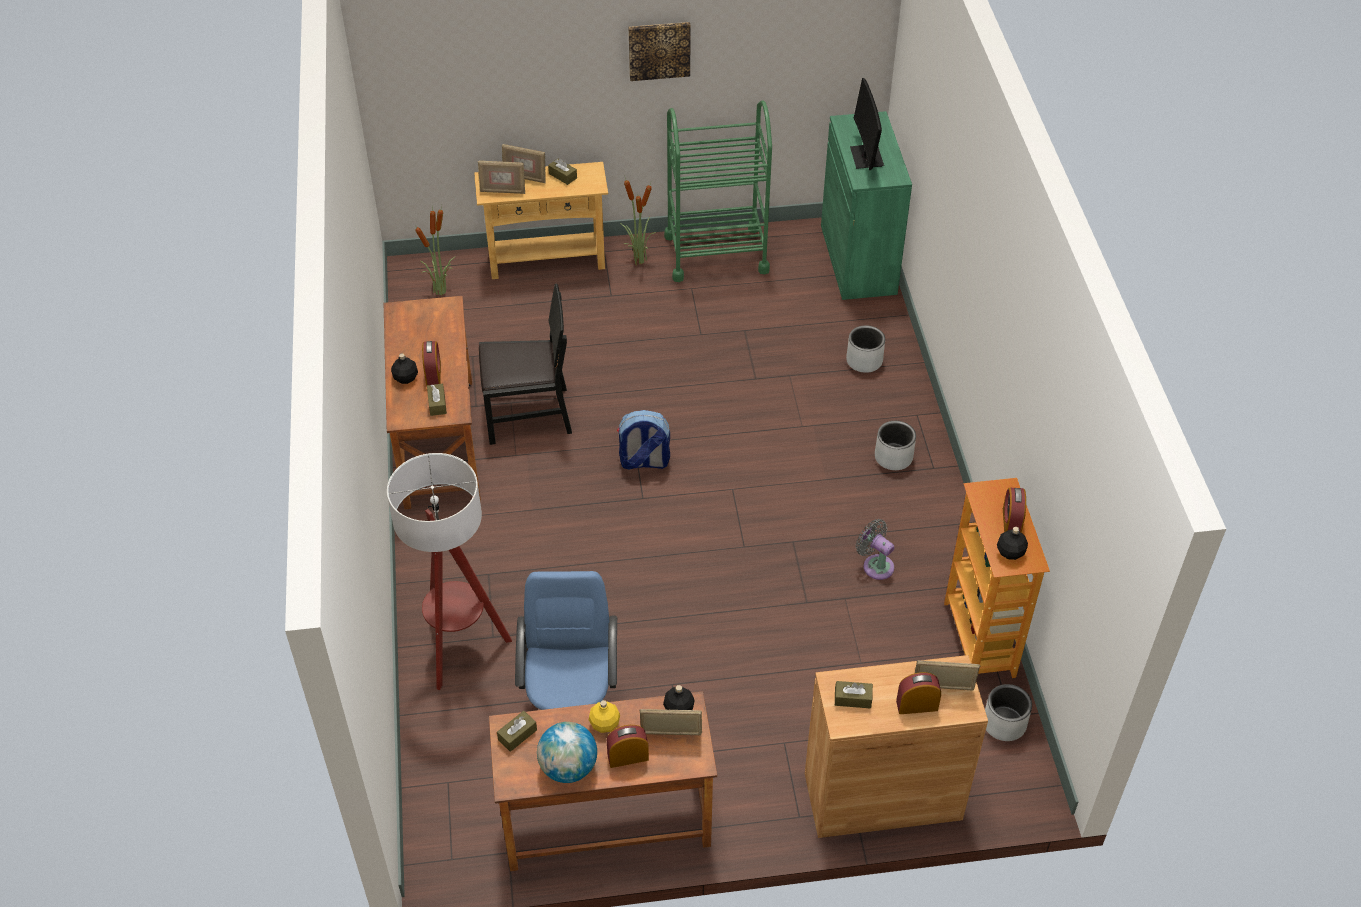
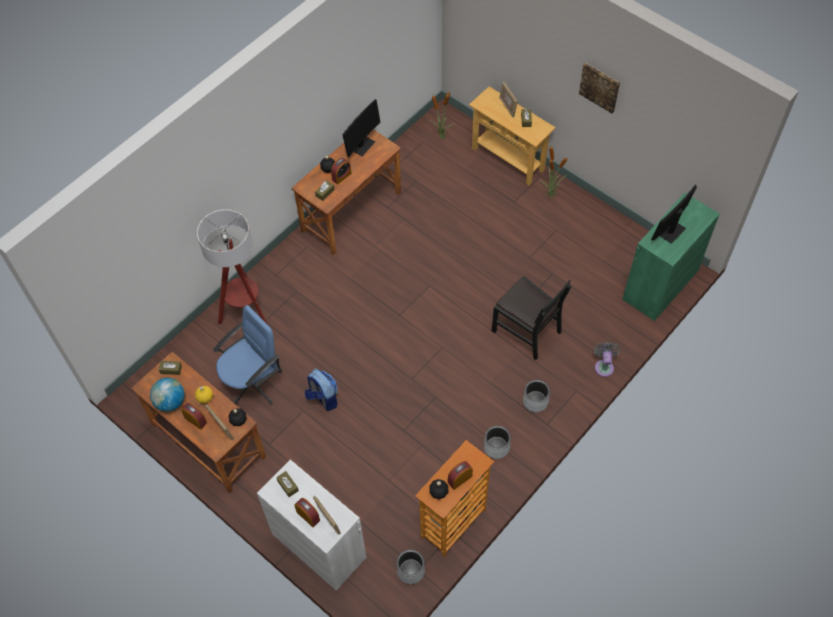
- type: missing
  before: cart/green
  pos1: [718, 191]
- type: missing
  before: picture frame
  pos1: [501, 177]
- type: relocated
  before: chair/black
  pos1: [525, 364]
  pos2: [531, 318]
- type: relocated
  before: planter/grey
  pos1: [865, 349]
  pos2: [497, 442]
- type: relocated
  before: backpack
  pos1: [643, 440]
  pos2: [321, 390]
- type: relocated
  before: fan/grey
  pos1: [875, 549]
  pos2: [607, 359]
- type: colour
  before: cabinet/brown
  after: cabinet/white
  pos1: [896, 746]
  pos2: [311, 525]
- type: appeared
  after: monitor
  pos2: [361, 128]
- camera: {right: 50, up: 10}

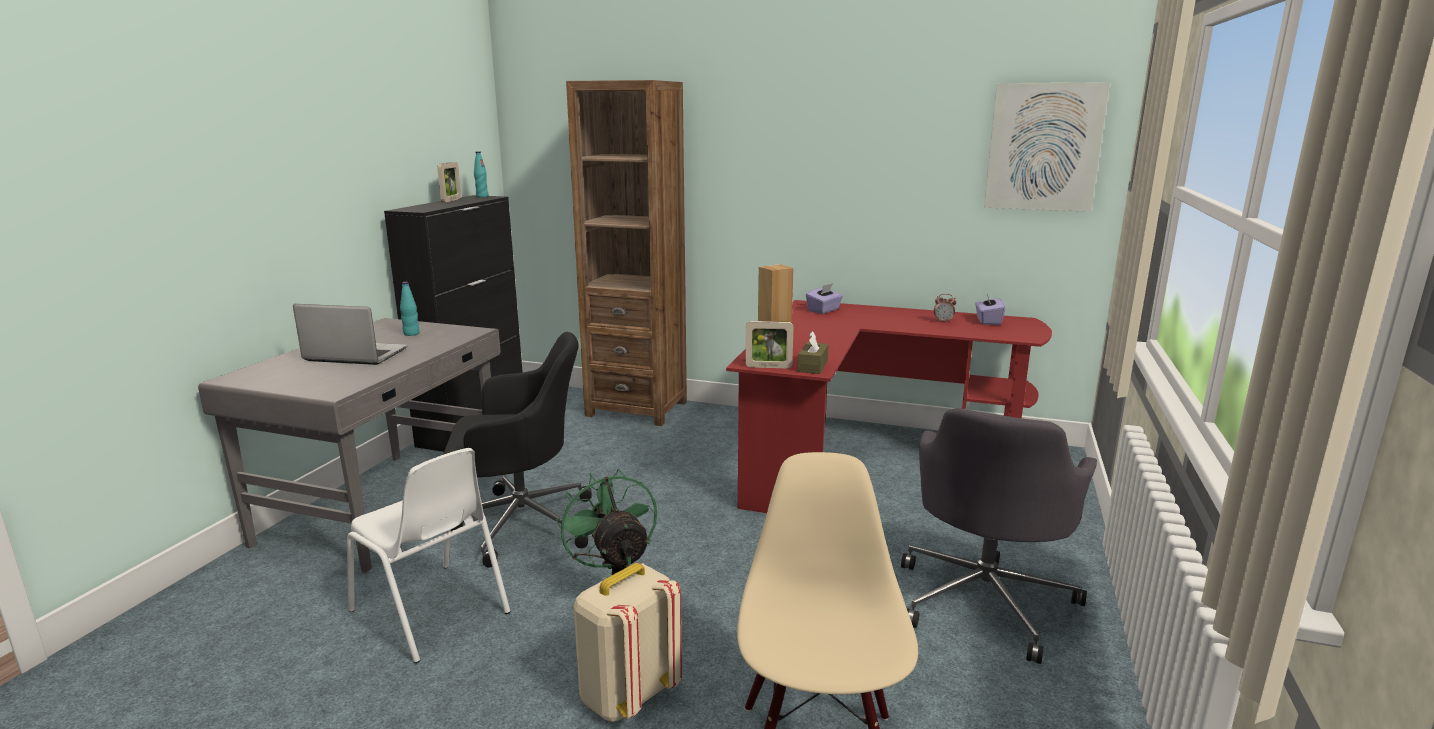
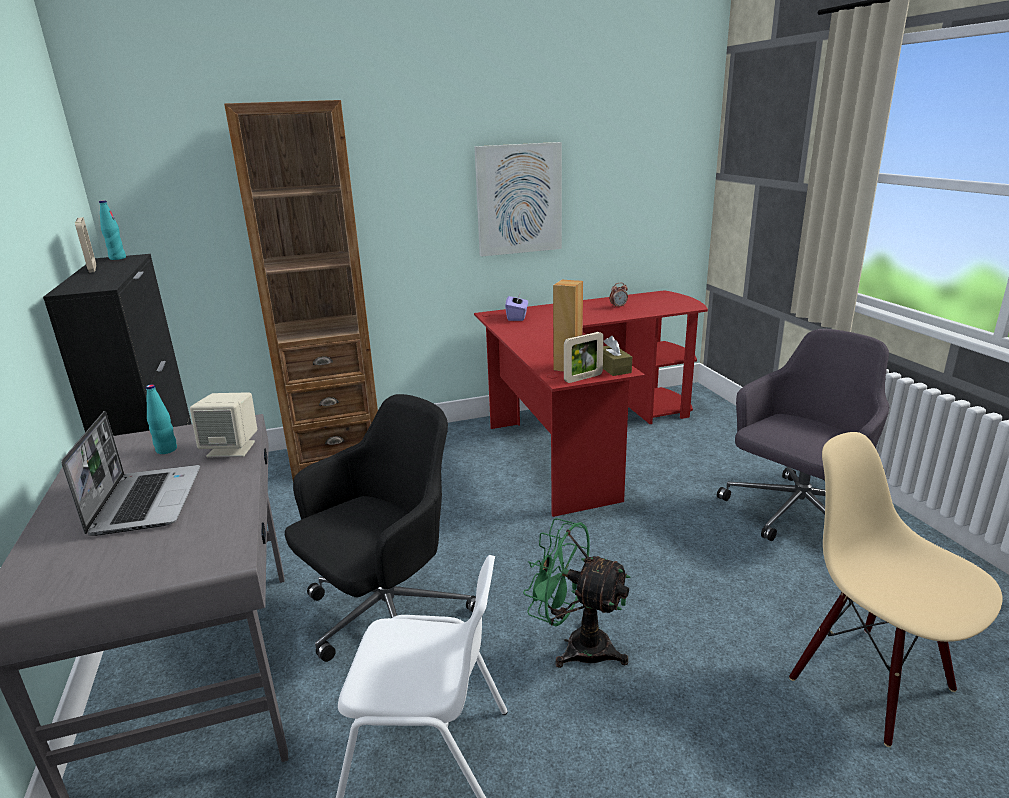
- type: relocated
  before: picture
  pos1: [1047, 147]
  pos2: [518, 199]
- type: missing
  before: tissue box/purple
  pos1: [990, 309]
- type: spun
  before: laptop
  pos1: [350, 334]
  pos2: [130, 473]
  turn: 105
- type: spun
  before: office chair/grey
  pos1: [999, 536]
  pos2: [803, 435]
  turn: -120
- type: missing
  before: backpack/beige
  pos1: [628, 642]
- type: appeared
  after: speaker/beige
  pos2: [223, 424]
- camera: {right: -35, up: 5}

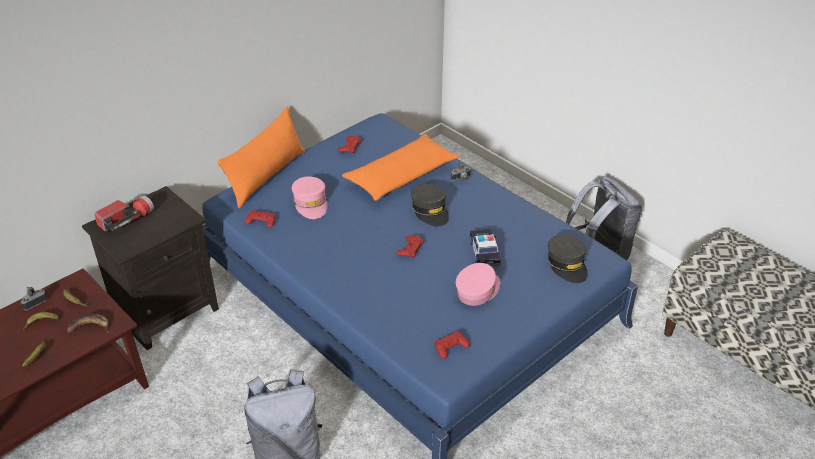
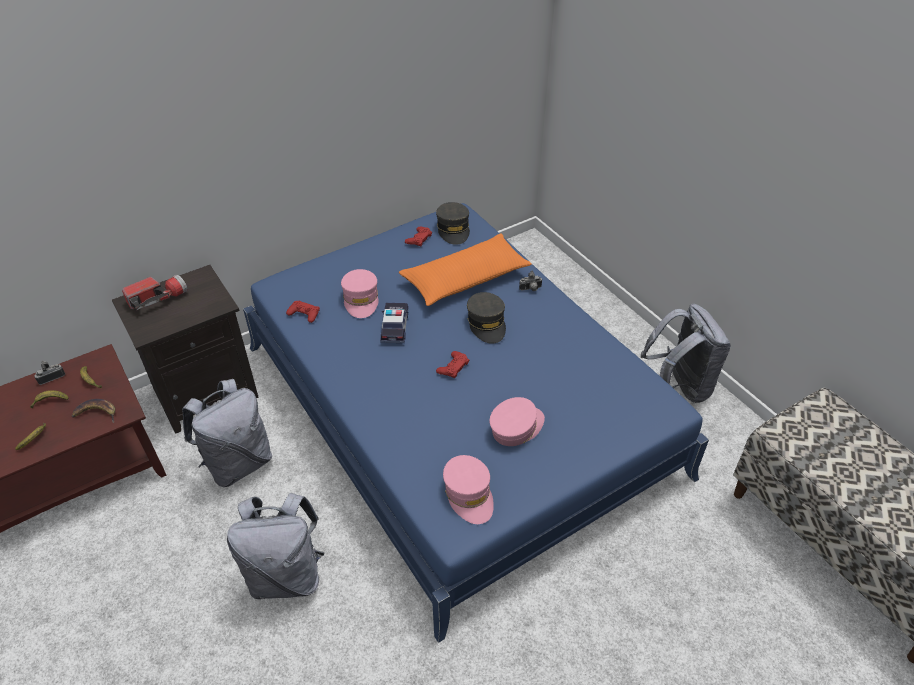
- type: missing
  before: pillow/orange
  pos1: [261, 157]
- type: relocated
  before: toy car
  pos1: [485, 247]
  pos2: [394, 323]
- type: relocated
  before: cap/grey
  pos1: [568, 259]
  pos2: [453, 223]
- type: exchanged
  before: game controller/red
  after: cap/pink
  pos1: [452, 345]
  pos2: [468, 489]
- type: appeared
  after: backpack/grey
  pos2: [227, 433]
- camera: {right: 10, up: 5}

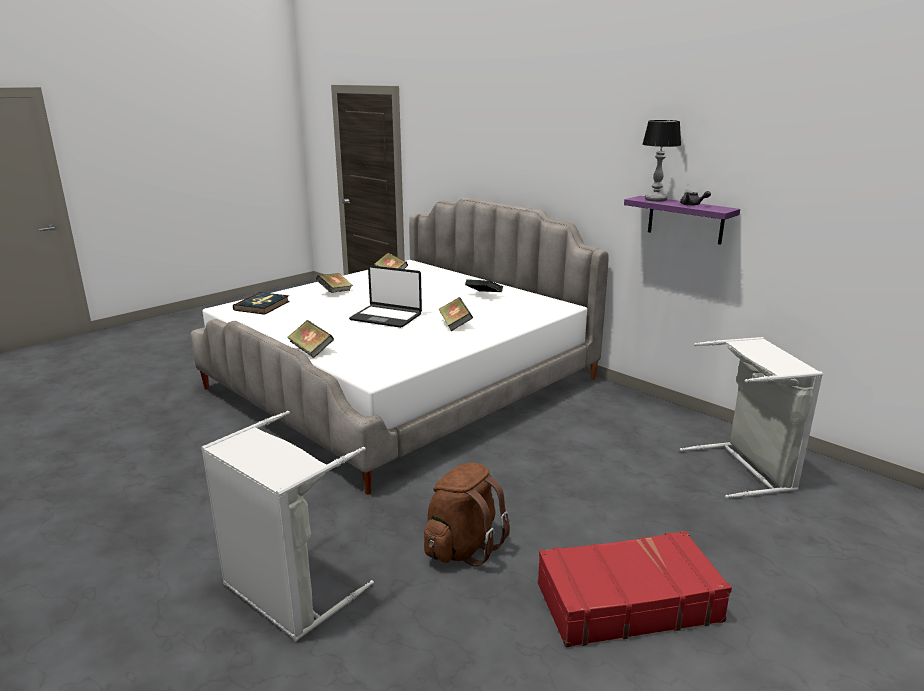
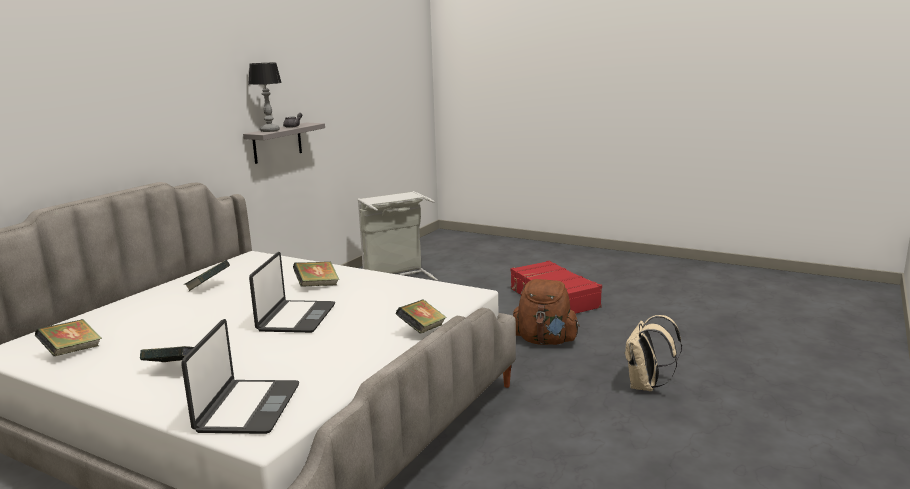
- type: colour
  before: shelf/purple
  after: shelf/grey
  pos1: [682, 220]
  pos2: [284, 143]
- type: exchanged
  before: book
  after: laptop
  pos1: [261, 303]
  pos2: [240, 376]
- type: exchanged
  before: laundry basket/grey
  after: backpack/beige
  pos1: [287, 526]
  pos2: [653, 353]
- camera: {right: -105, up: -5}

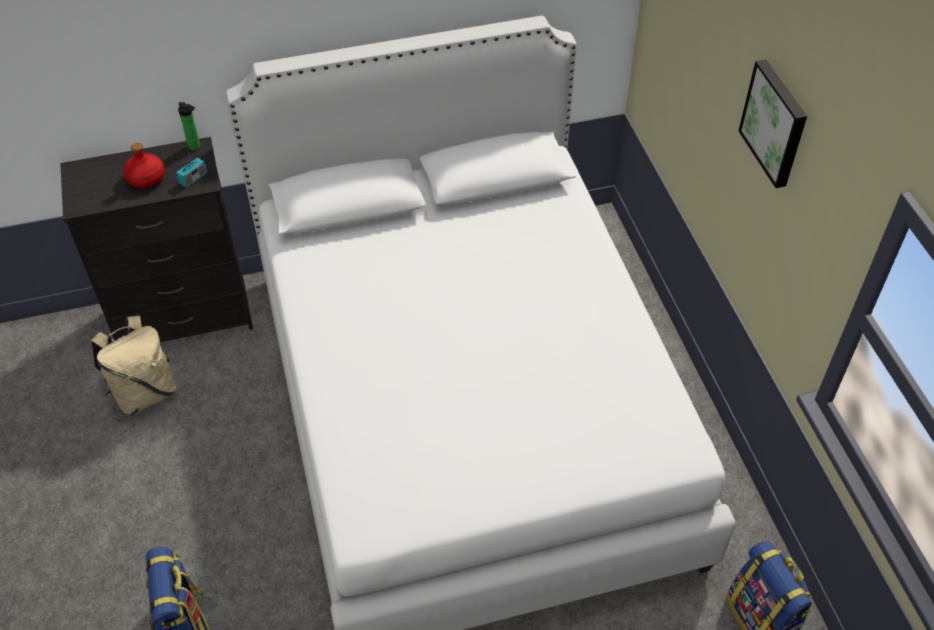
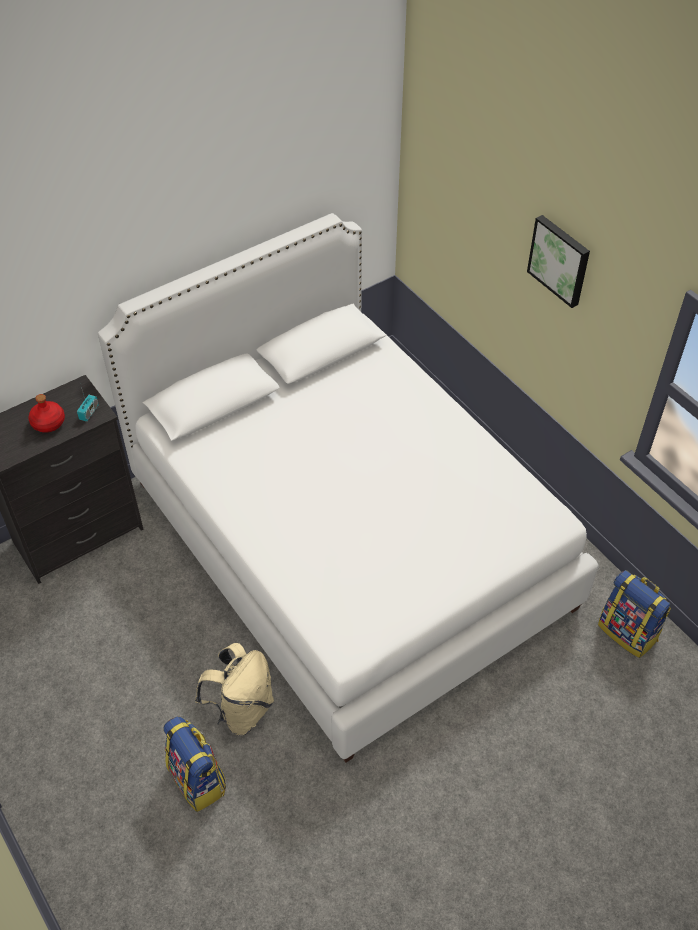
- type: missing
  before: bottle
  pos1: [189, 126]
- type: relocated
  before: backpack/beige
  pos1: [133, 365]
  pos2: [234, 689]
- camera: {right: -20, up: 0}

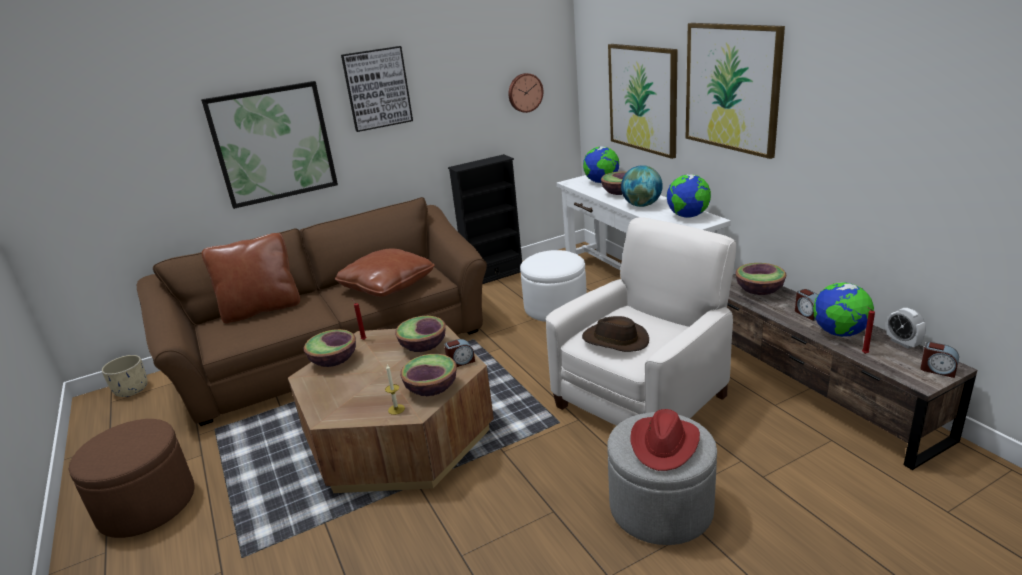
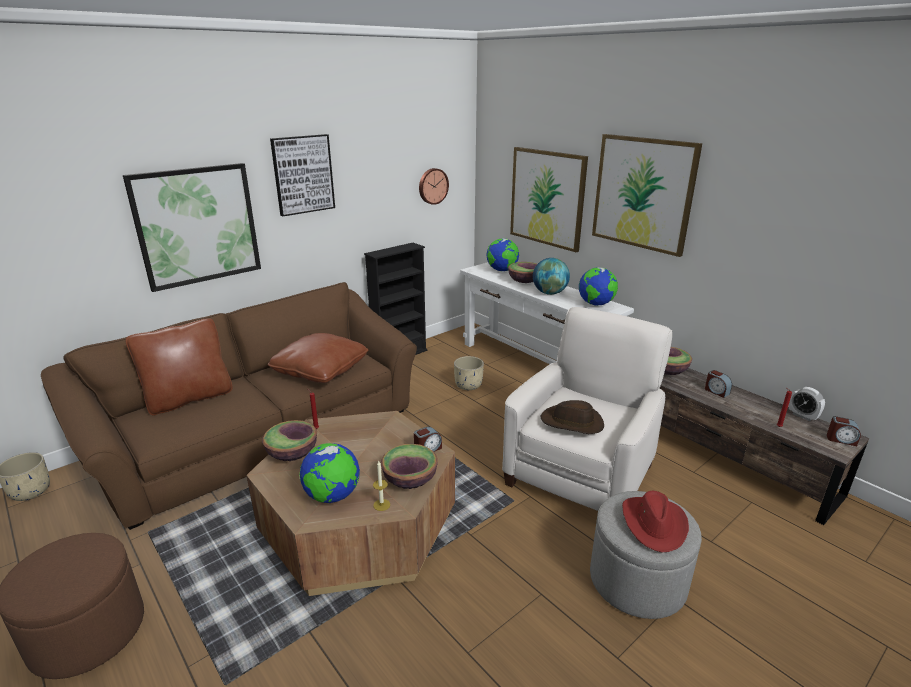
- type: exchanged
  before: ottoman/white
  after: planter/beige
  pos1: [553, 286]
  pos2: [469, 373]
- type: relocated
  before: globe
  pos1: [843, 309]
  pos2: [330, 473]
- type: missing
  before: bowl
  pos1: [420, 334]
- camera: {right: -15, up: 0}

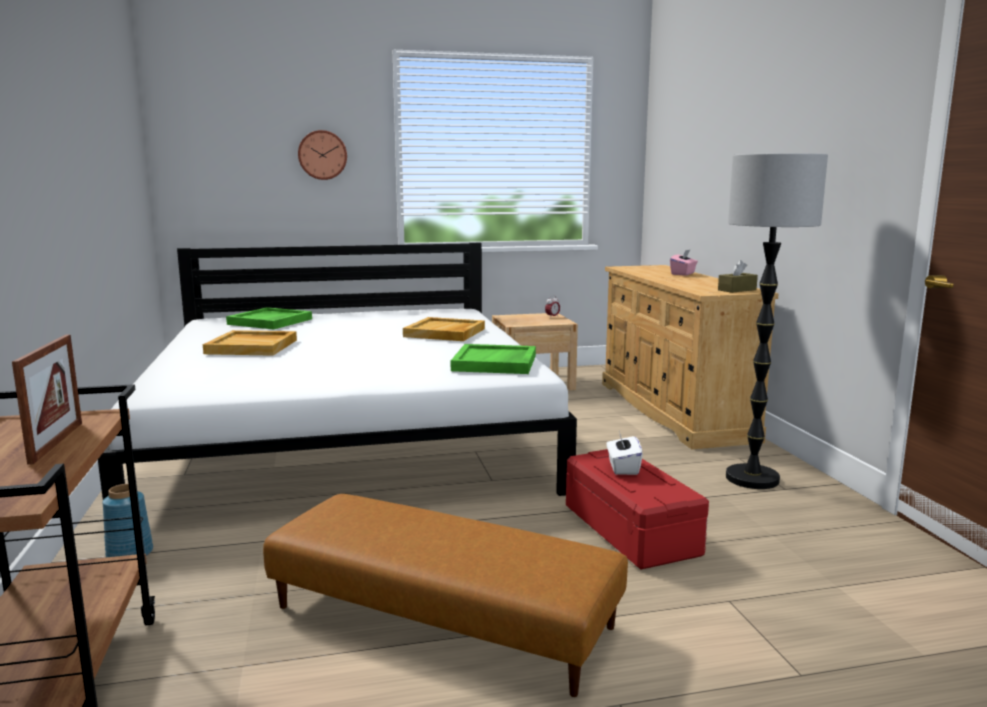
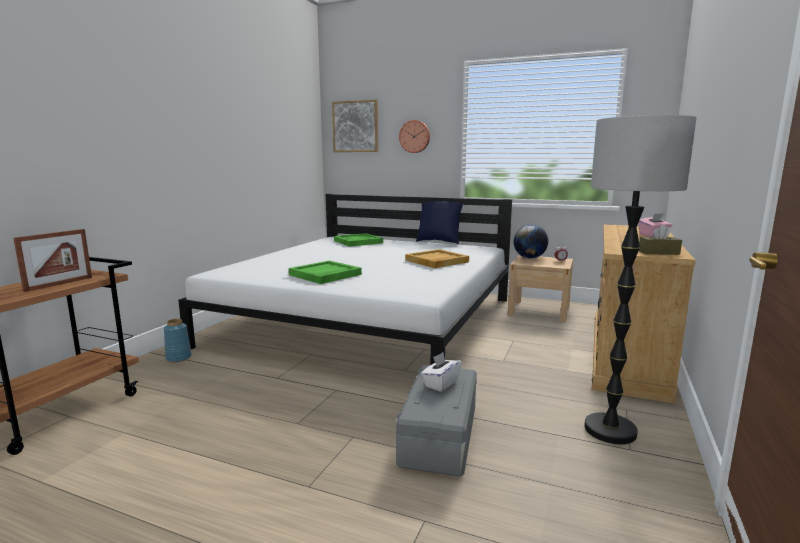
- type: missing
  before: tray/beige
  pos1: [250, 343]
- type: relocated
  before: tray/green
  pos1: [493, 359]
  pos2: [325, 272]
- type: colour
  before: storage box/red
  after: storage box/grey
  pos1: [637, 509]
  pos2: [436, 421]
- type: missing
  before: ottoman/brown
  pos1: [445, 595]
- type: appeared
  after: picture
  pos2: [355, 126]
- type: appeared
  after: pillow/blue
  pos2: [439, 222]
- type: appeared
  after: globe
  pos2: [530, 241]
- camera: {right: 35, up: 0}

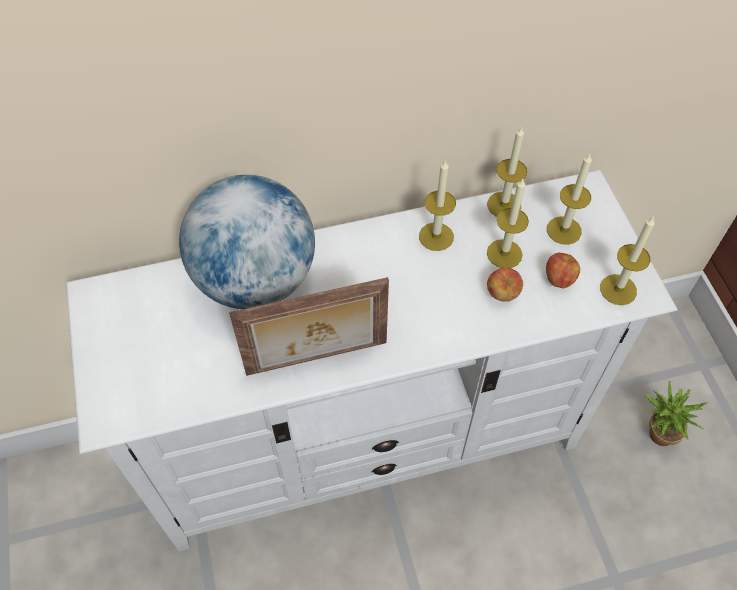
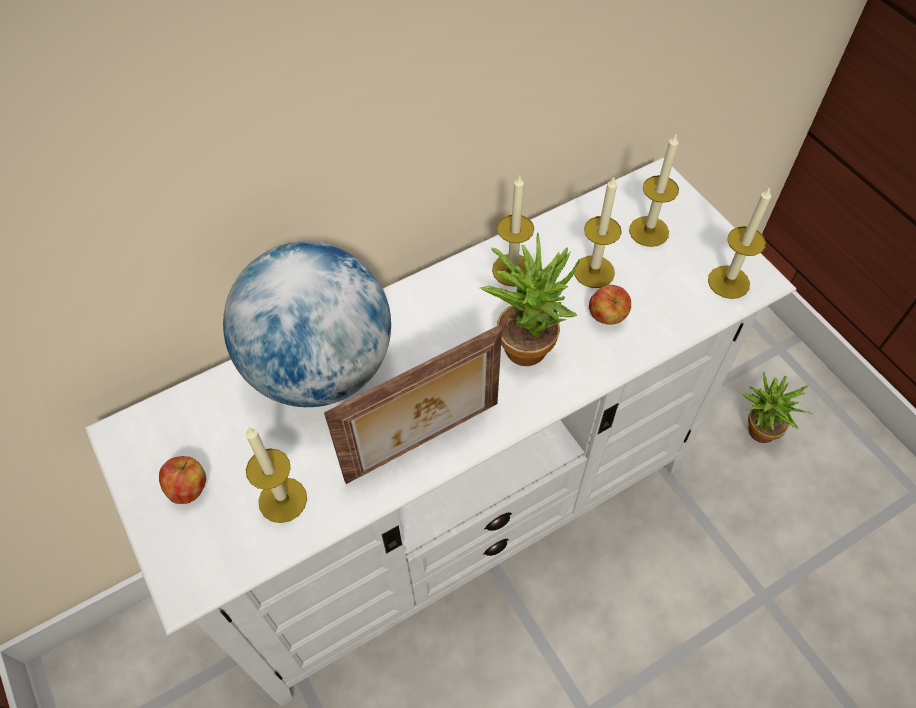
- type: relocated
  before: candle
  pos1: [507, 172]
  pos2: [276, 475]
- type: relocated
  before: apple
  pos1: [563, 270]
  pos2: [182, 480]
- type: appeared
  after: potted plant
  pos2: [530, 299]
- camera: {right: -15, up: 0}

